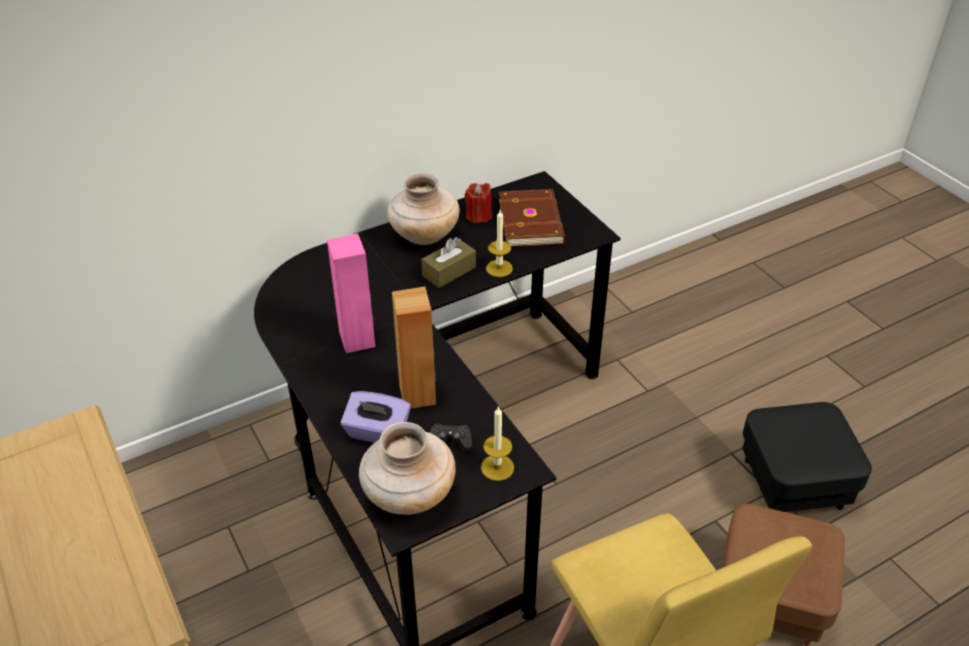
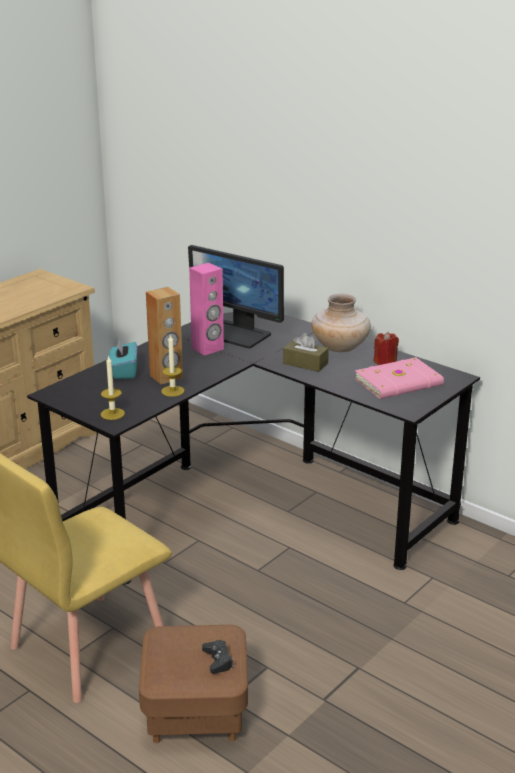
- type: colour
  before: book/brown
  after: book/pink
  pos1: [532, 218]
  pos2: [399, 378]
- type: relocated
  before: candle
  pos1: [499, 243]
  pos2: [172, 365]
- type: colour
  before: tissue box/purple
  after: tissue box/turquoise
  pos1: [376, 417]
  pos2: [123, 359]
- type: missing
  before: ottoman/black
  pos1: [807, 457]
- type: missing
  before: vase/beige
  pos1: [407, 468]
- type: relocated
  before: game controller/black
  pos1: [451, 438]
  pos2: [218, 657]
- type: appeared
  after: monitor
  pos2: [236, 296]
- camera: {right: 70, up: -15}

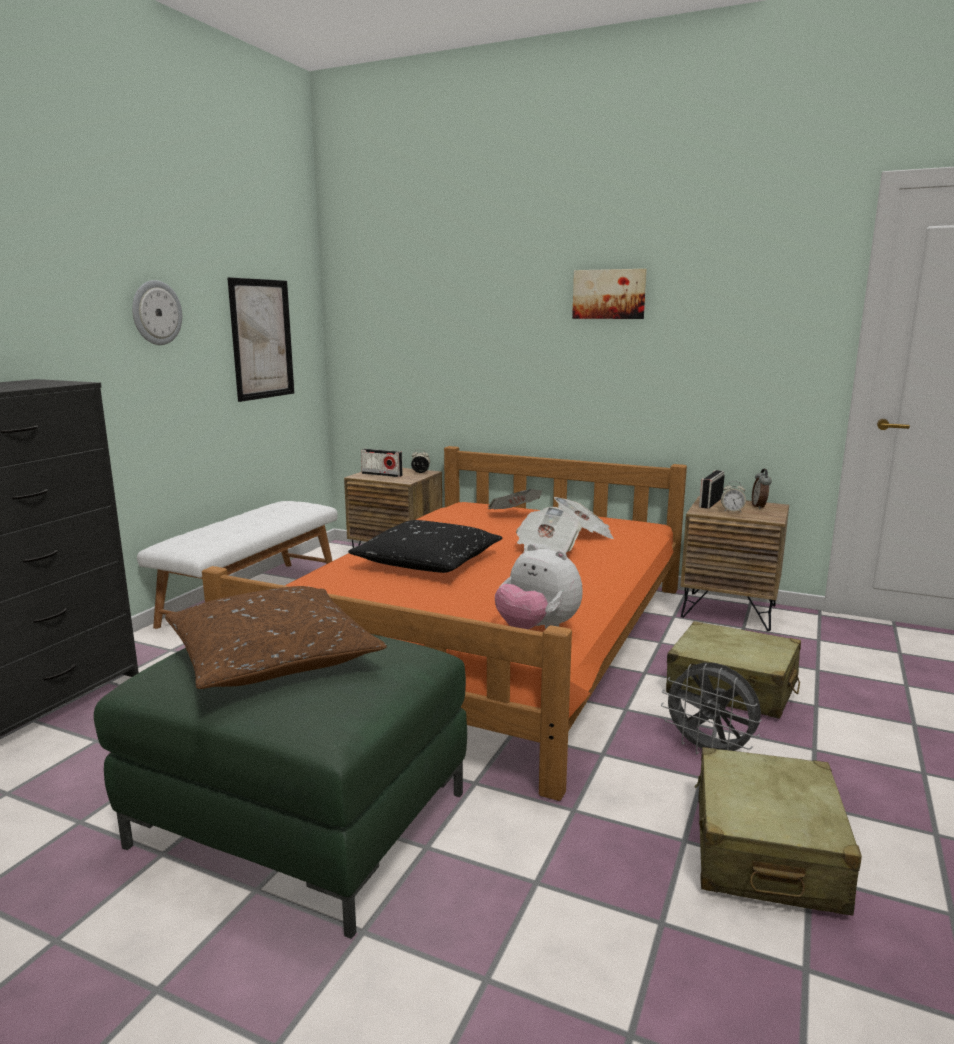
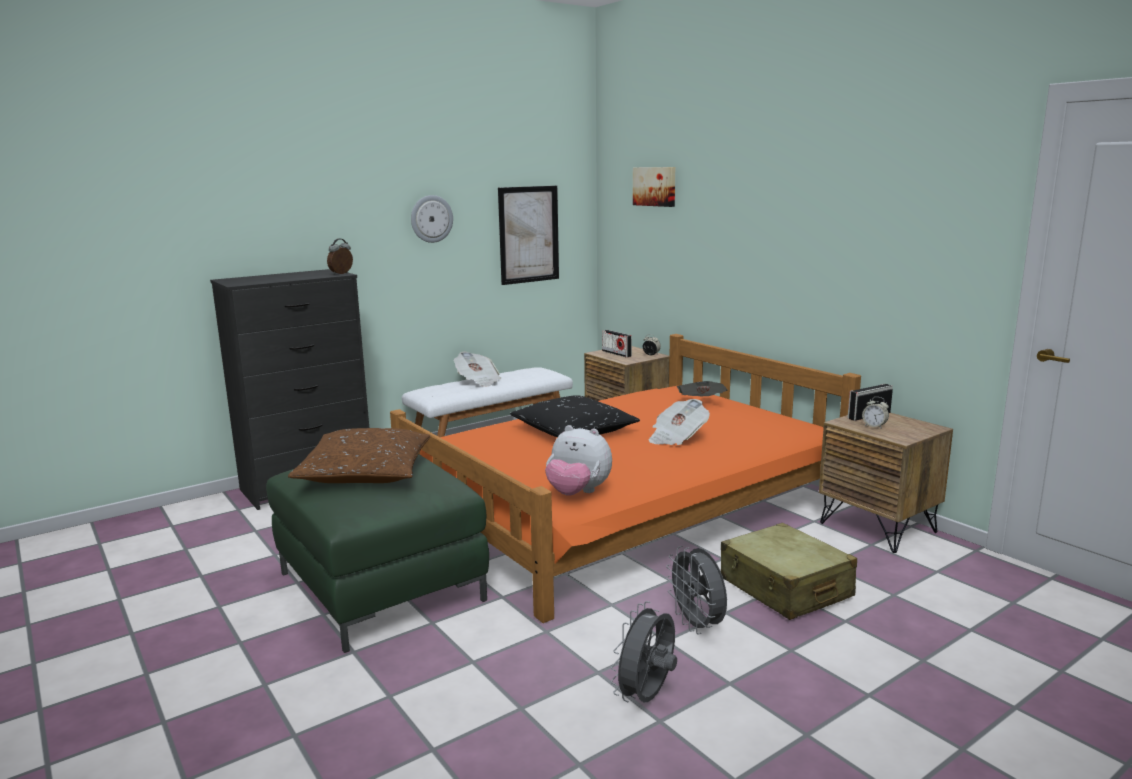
- type: relocated
  before: picture
  pos1: [609, 294]
  pos2: [654, 187]
- type: relocated
  before: alarm clock
  pos1: [762, 489]
  pos2: [340, 256]
- type: relocated
  before: newspaper
  pos1: [584, 518]
  pos2: [477, 369]
- type: spun
  before: plush toy
  pos1: [539, 586]
  pos2: [578, 460]
  turn: -45
- type: exchanged
  before: suitcase/beige
  after: fan/grey
  pos1: [778, 831]
  pos2: [644, 652]
- camera: {right: 30, up: 0}

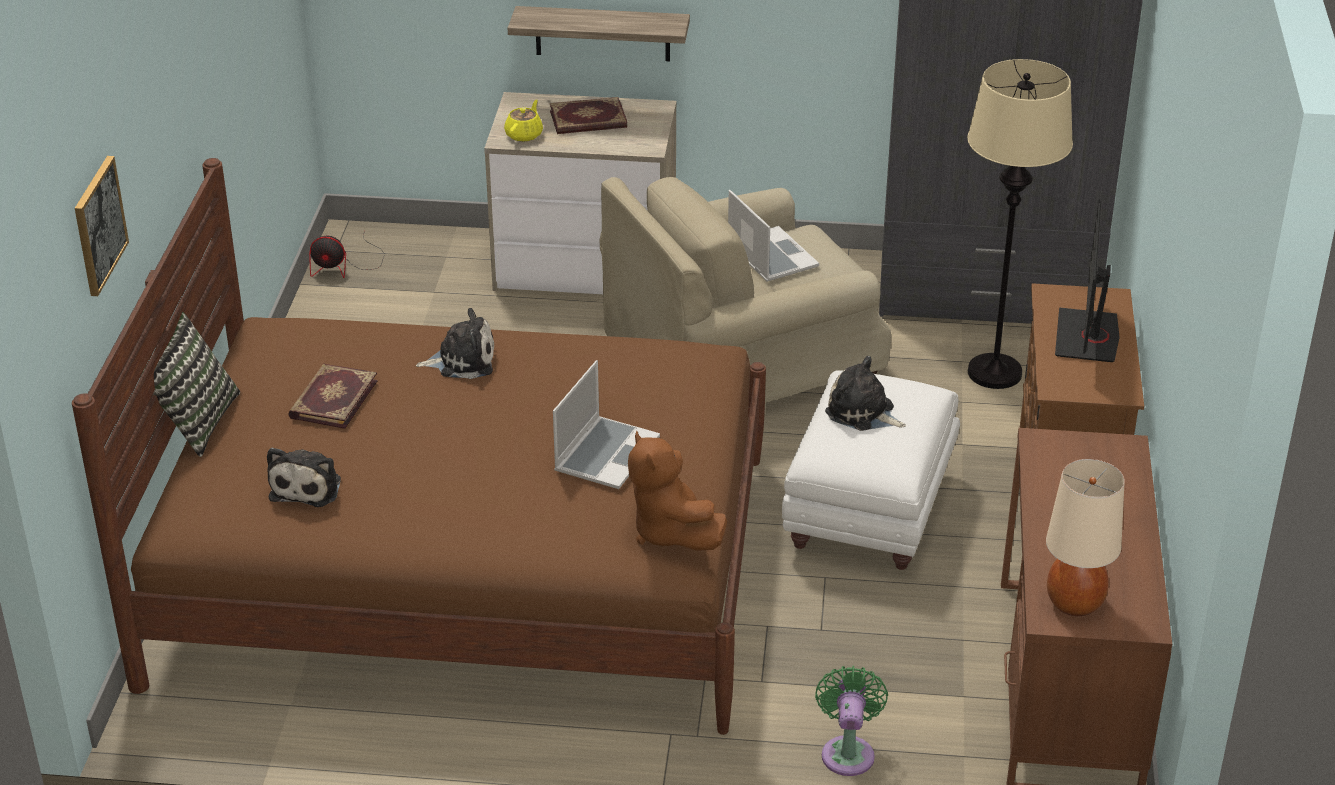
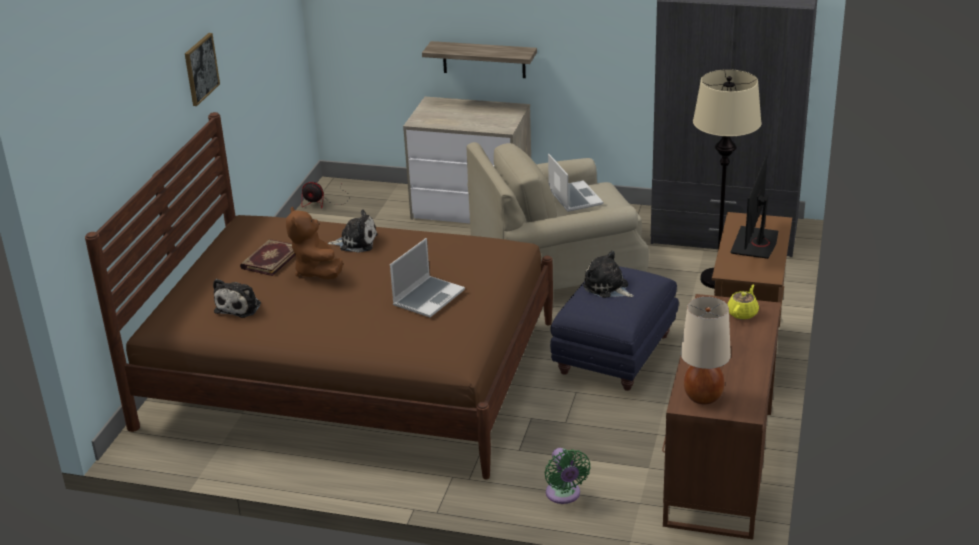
- type: missing
  before: book
  pos1: [588, 115]
- type: relocated
  before: teapot/yellow
  pos1: [523, 121]
  pos2: [743, 302]
- type: relocated
  before: picture
  pos1: [102, 226]
  pos2: [202, 69]
- type: missing
  before: pillow
  pos1: [191, 384]
- type: colour
  before: ottoman/white
  after: ottoman/blue
  pos1: [871, 470]
  pos2: [614, 328]
- type: relocated
  before: plush toy/brown
  pos1: [677, 491]
  pos2: [314, 243]
- type: spun
  before: fan/green
  pos1: [851, 721]
  pos2: [568, 476]
  turn: 150
- camera: {right: 10, up: -5}

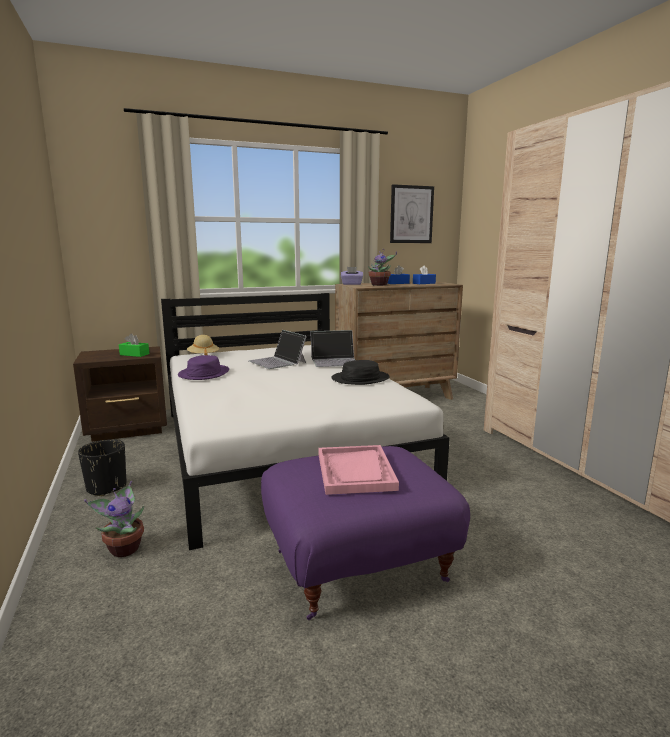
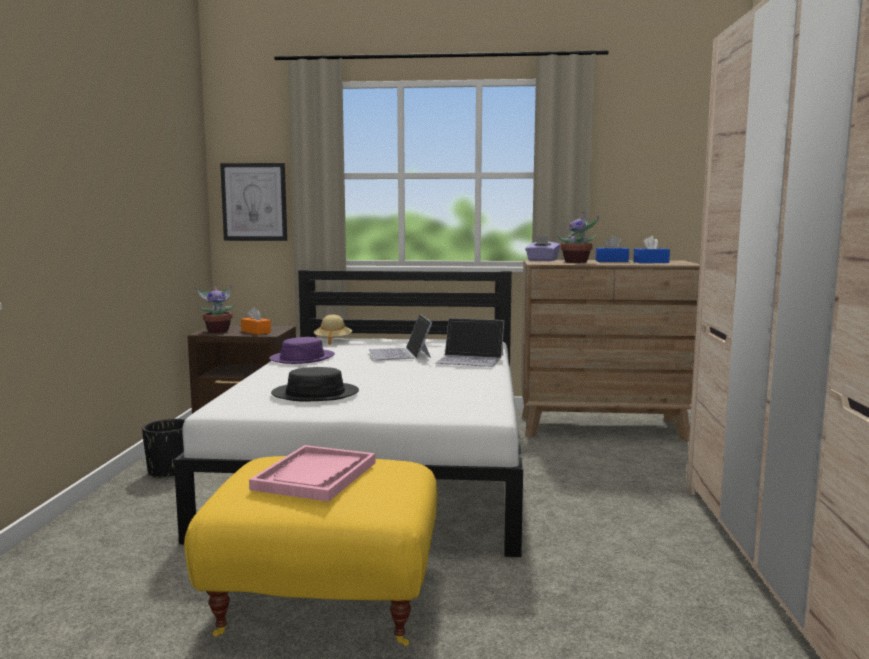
- type: relocated
  before: picture
  pos1: [412, 213]
  pos2: [253, 202]
- type: colour
  before: tissue box/green
  after: tissue box/orange
  pos1: [134, 345]
  pos2: [256, 321]
- type: relocated
  before: hat/black
  pos1: [360, 372]
  pos2: [315, 384]
- type: colour
  before: ottoman/purple
  after: ottoman/yellow
  pos1: [365, 533]
  pos2: [311, 551]
- type: relocated
  before: potted plant
  pos1: [114, 519]
  pos2: [215, 308]
- camera: {right: 25, up: -5}

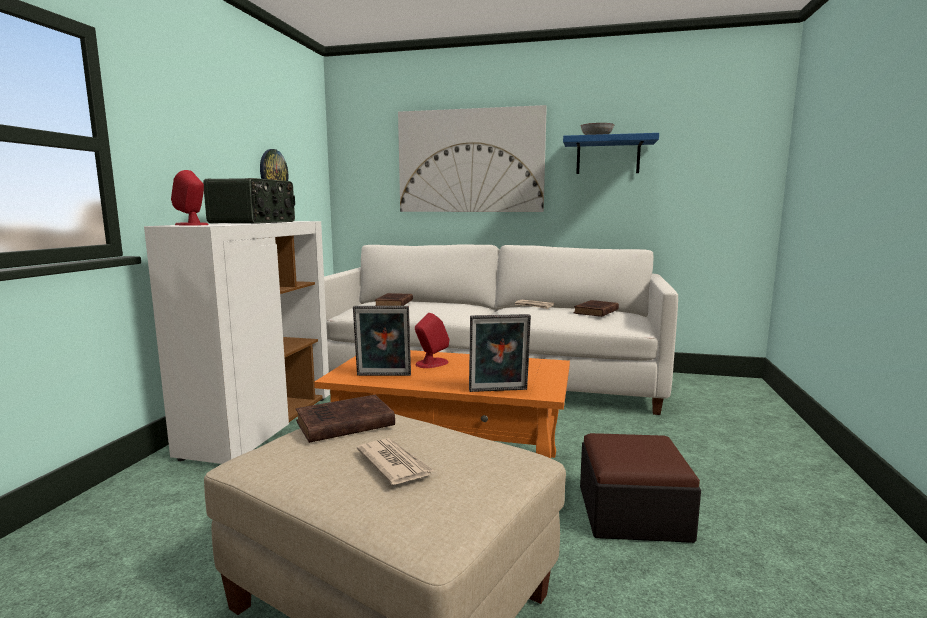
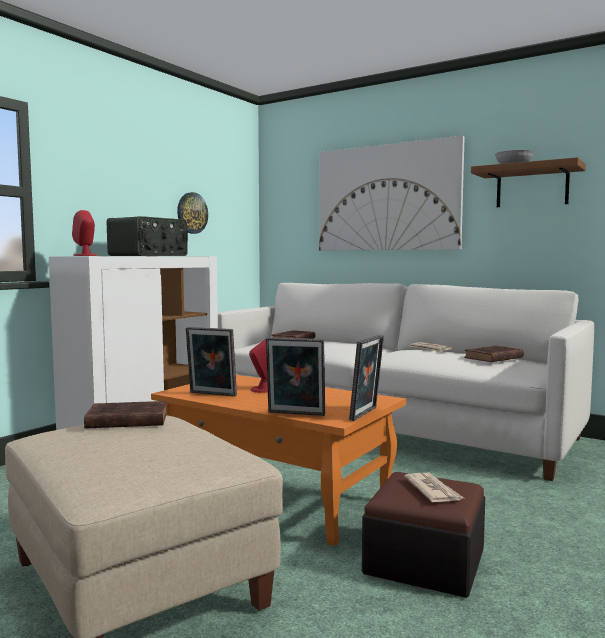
- type: colour
  before: shelf/blue
  after: shelf/brown
  pos1: [611, 153]
  pos2: [528, 182]
- type: relocated
  before: newspaper
  pos1: [396, 461]
  pos2: [434, 487]
- type: appeared
  after: picture frame
  pos2: [366, 378]
- camera: {right: 20, up: -5}

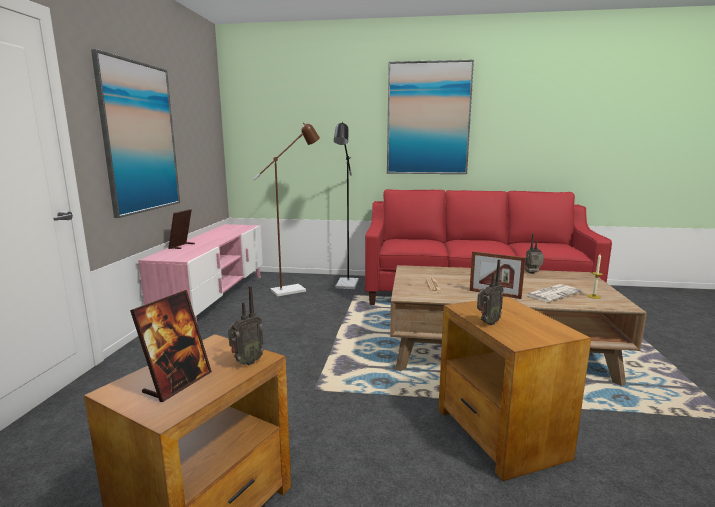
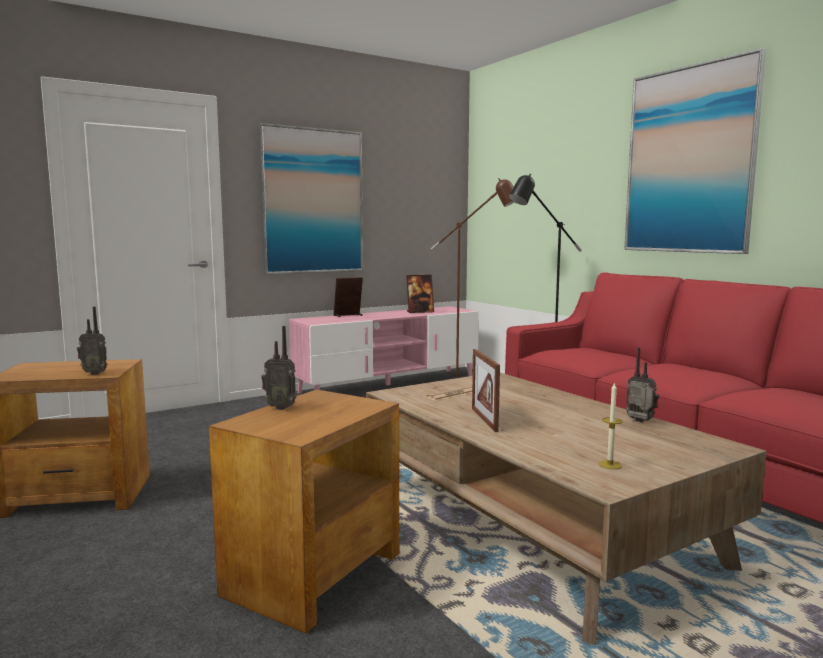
- type: missing
  before: newspaper
  pos1: [554, 293]
- type: relocated
  before: picture frame
  pos1: [171, 346]
  pos2: [420, 294]
- camera: {right: 50, up: -5}

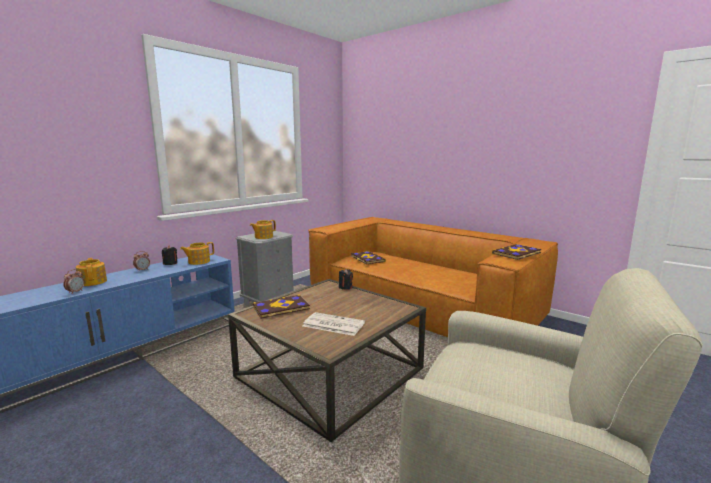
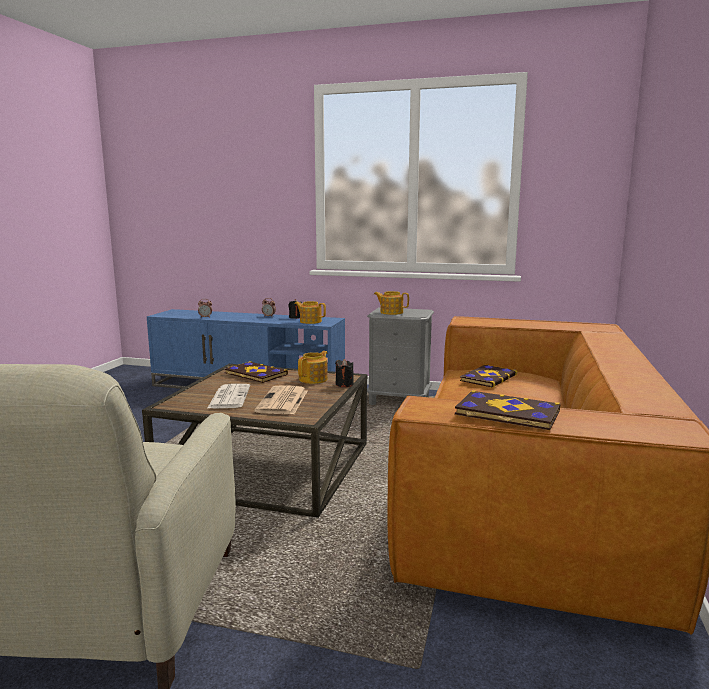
- type: relocated
  before: teapot
  pos1: [91, 272]
  pos2: [313, 367]
- type: appeared
  after: newspaper
  pos2: [280, 400]
- camera: {right: 65, up: 0}

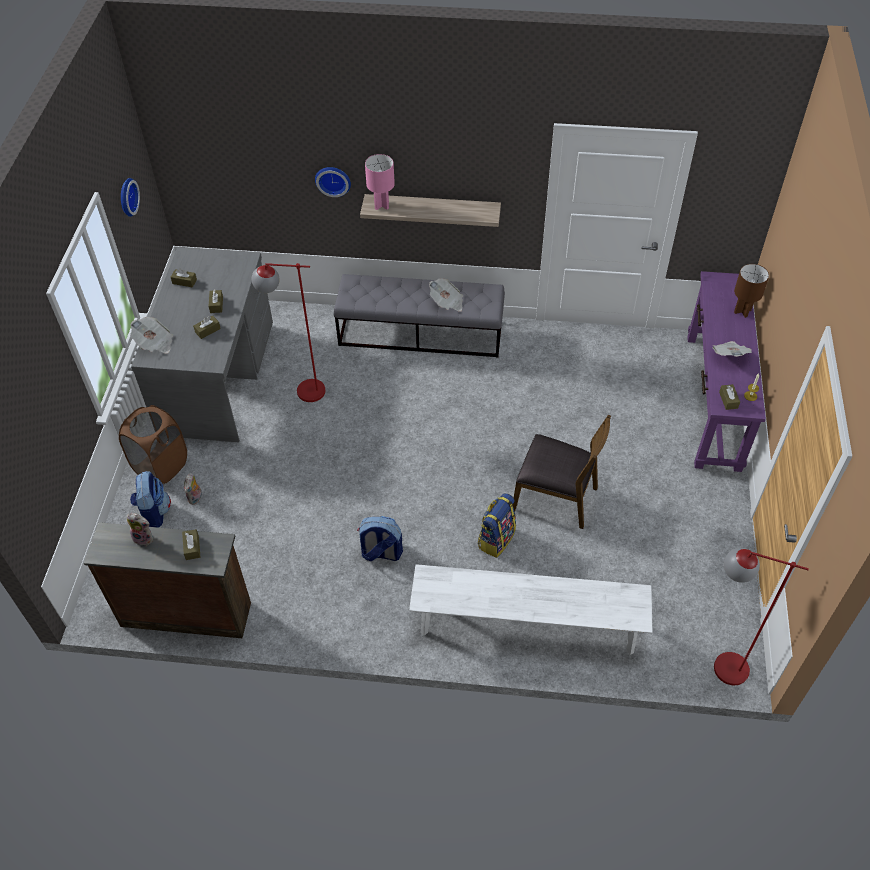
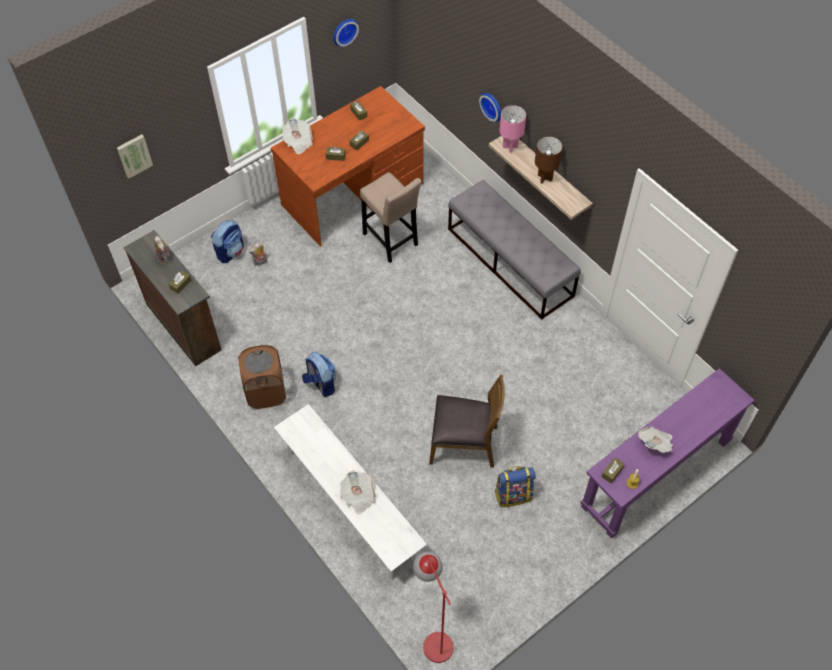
- type: colour
  before: desk/grey
  after: desk/brown
  pos1: [202, 344]
  pos2: [348, 166]
- type: exchanged
  before: floor lamp/red
  after: stool/beige
  pos1: [288, 332]
  pos2: [391, 217]
- type: relocated
  before: table lamp/brown
  pos1: [751, 291]
  pos2: [549, 159]
- type: relocated
  before: newspaper
  pos1: [446, 295]
  pos2: [358, 492]
- type: relocated
  before: laundry basket/brown
  pos1: [153, 444]
  pos2: [262, 377]
- type: spun
  before: chair/brown
  pos1: [561, 472]
  pos2: [467, 421]
  turn: -60
- type: relocated
  before: backpack
  pos1: [497, 525]
  pos2: [515, 486]
- type: appeared
  after: picture
  pos2: [135, 156]
- camera: {right: 45, up: 5}

